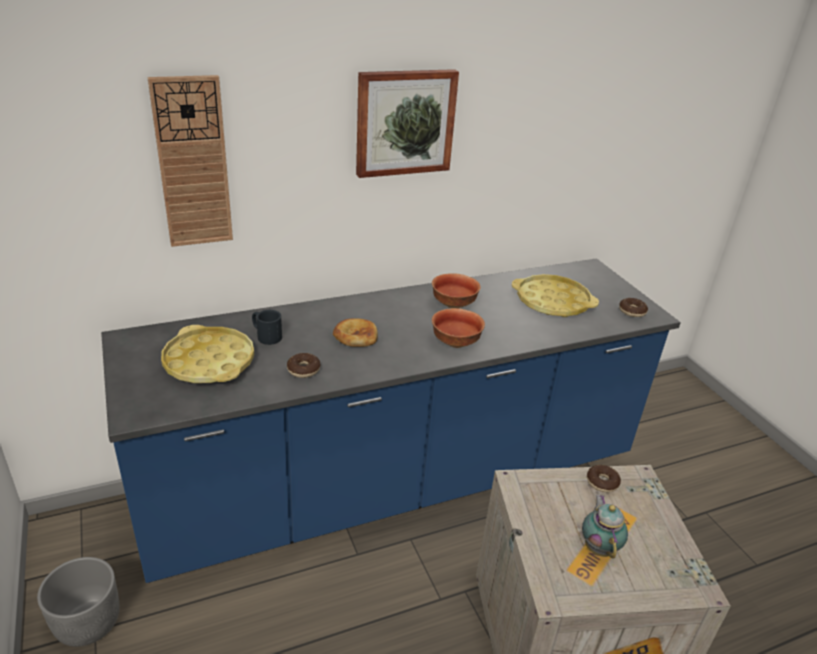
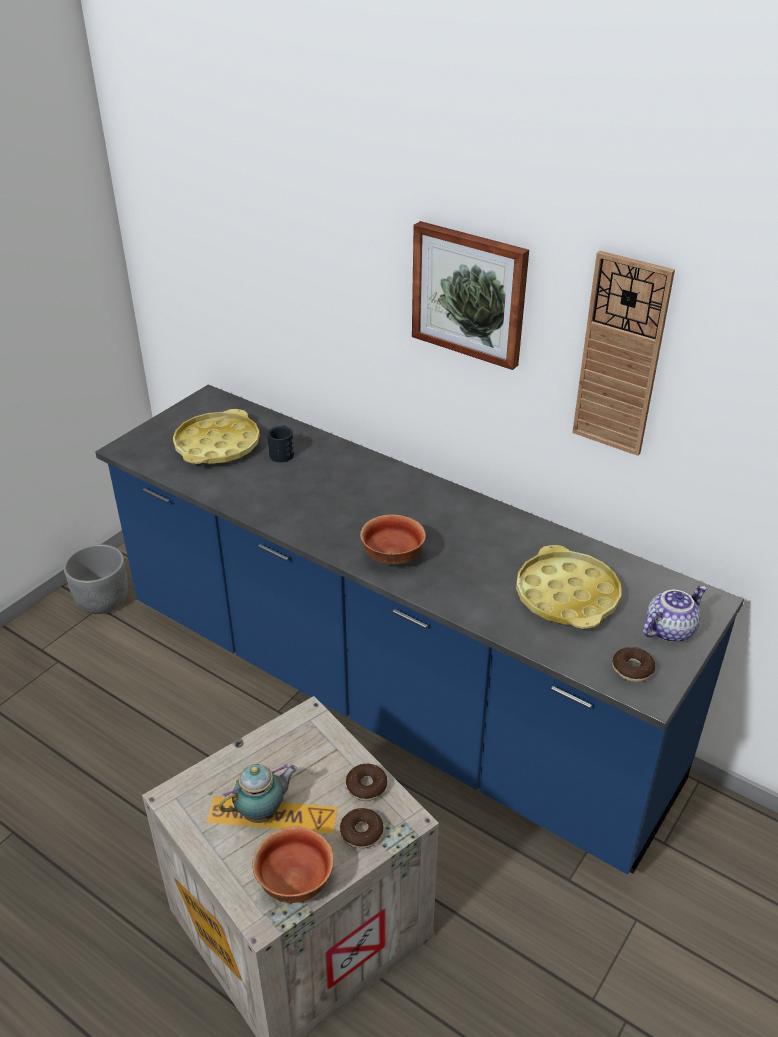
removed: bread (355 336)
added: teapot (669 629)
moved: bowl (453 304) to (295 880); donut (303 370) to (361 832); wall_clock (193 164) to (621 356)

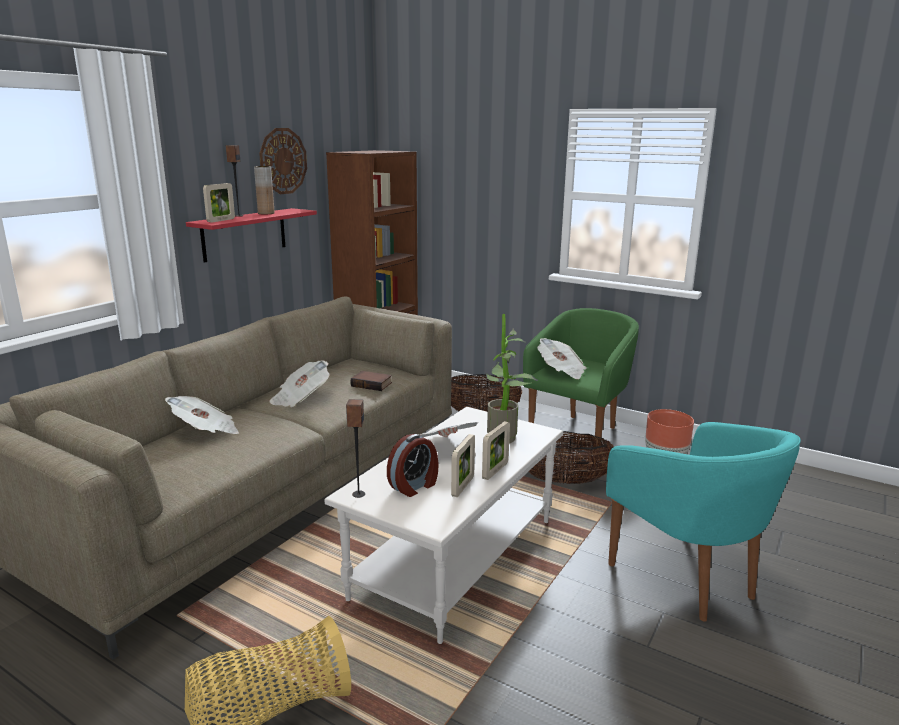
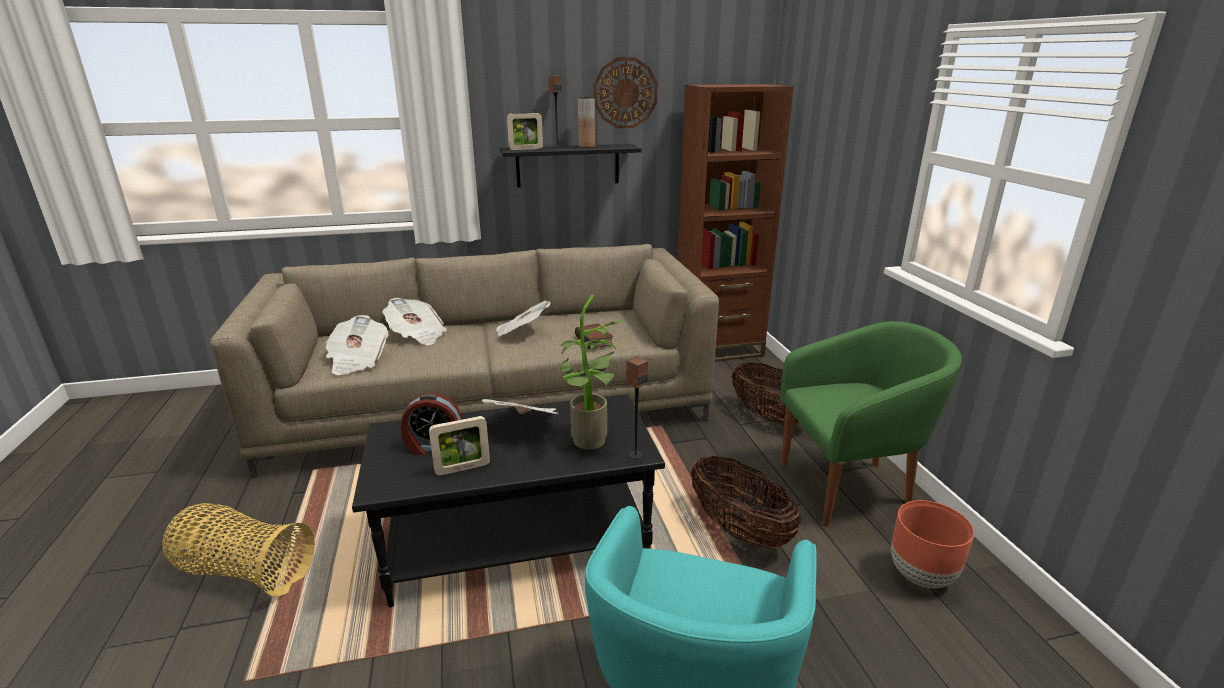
removed: picture_frame (495 471)
moved: newspaper (561 371) to (357 361); speaker (358 494) to (635 455)
recoloured: white_coffee_table (454 557) to black_coffee_table (519 542); red_shelf (244 234) to black_shelf (568 165)

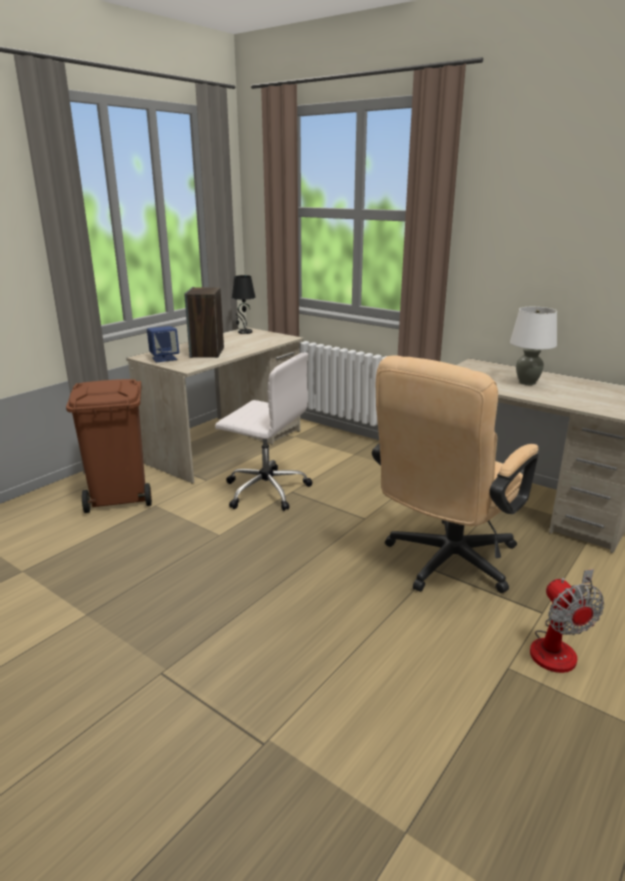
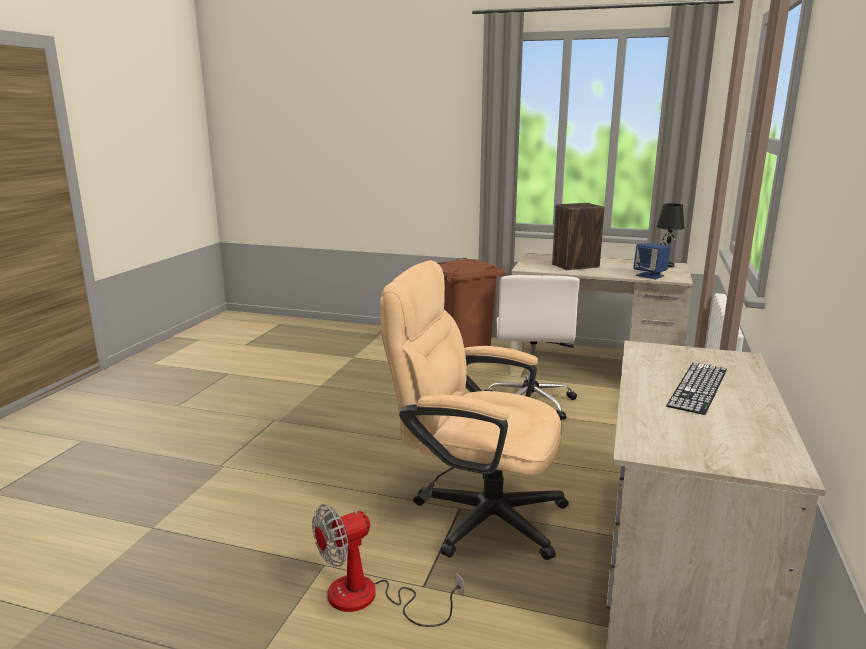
moved: blue_speaker (164 358) to (650 275)
replaced: white_table_lamp (527 382) to keyboard (698 387)

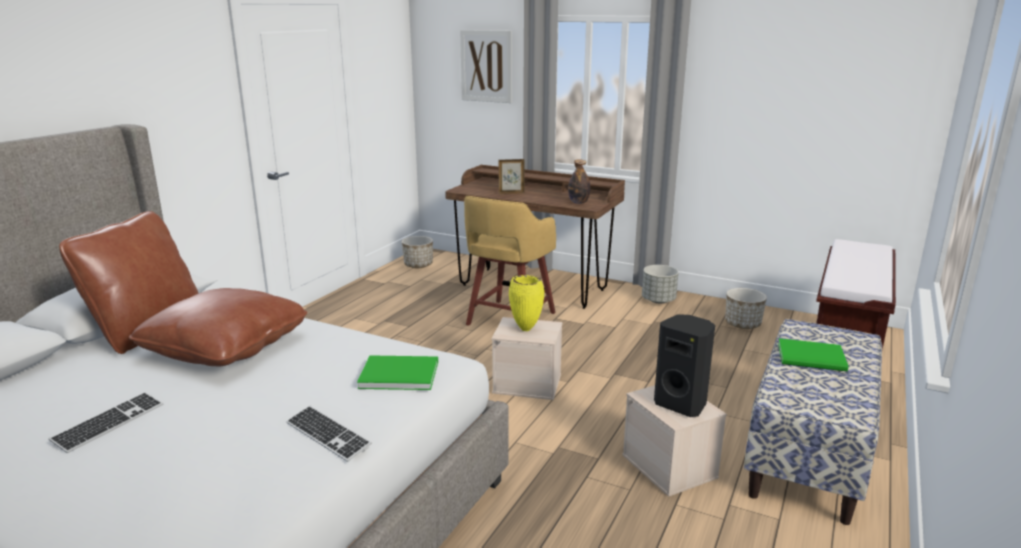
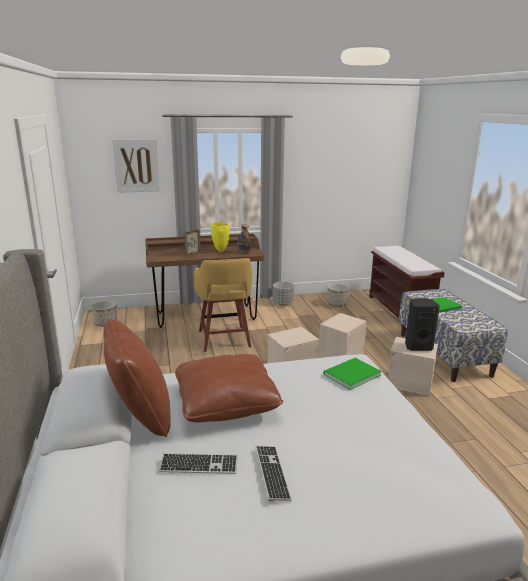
added: beige_storage_box (341 355)
moved: keyboard (328 435) to (199 465); yellow_vase (526 329) to (221 251)

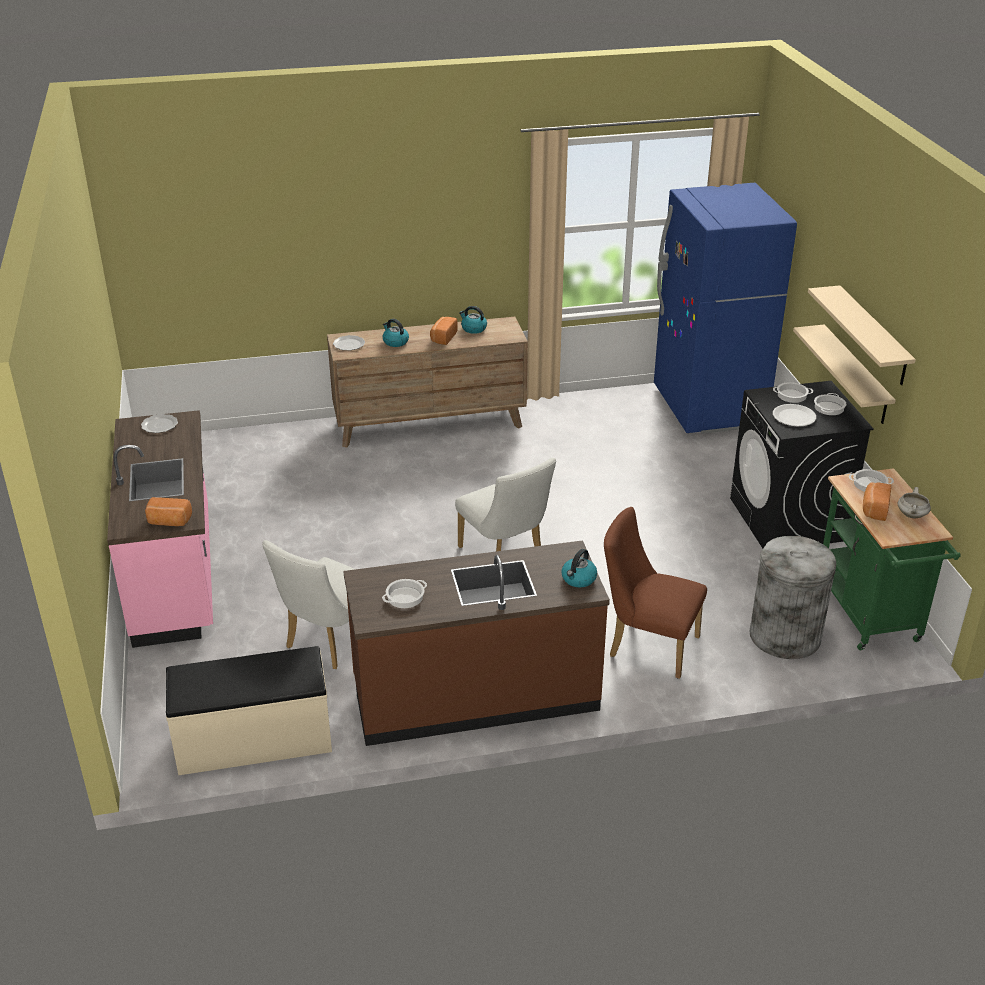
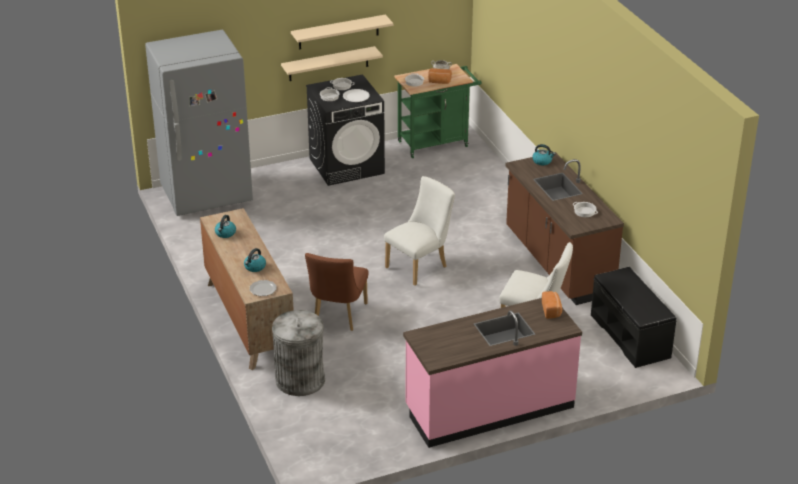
removed: plate (160 425); bread (443 337)
moved: grey_trash_can (784 636) to (300 380); brown_chair (647 645) to (338 317)
recoloured: blue_fridge (708 407) to grey_fridge (206 195); beige_bench (254 740) to black_bench (630 336)

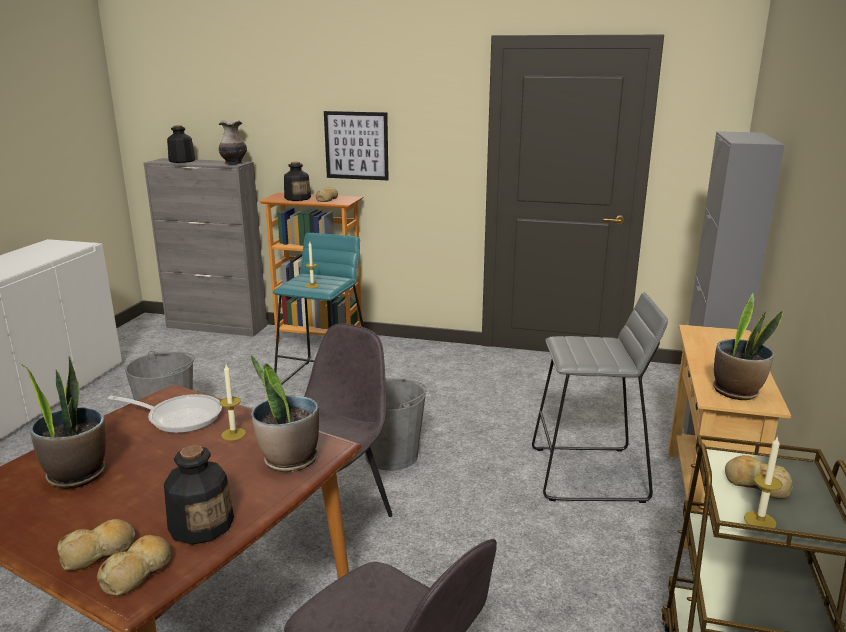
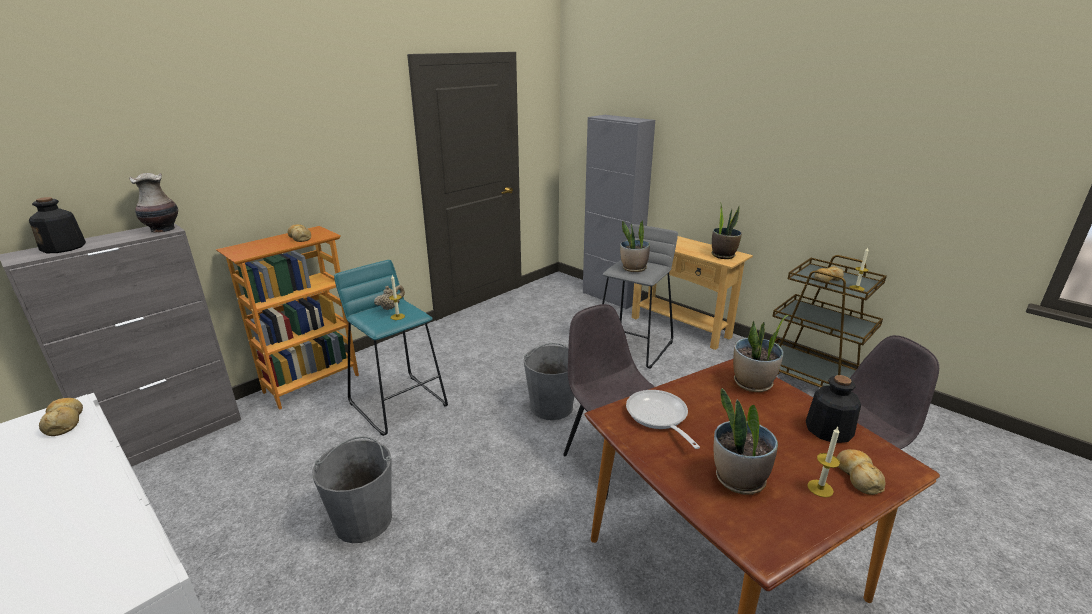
removed: bottle (297 198); picture (356 145)
added: beige_teapot (390 307); potted_plant (633 268)
moved: bread (138 573) to (65 422); candle (233 434) to (820 488)
turned: frying_pan (179 417) = (658 417) 60 degrees counterclockwise

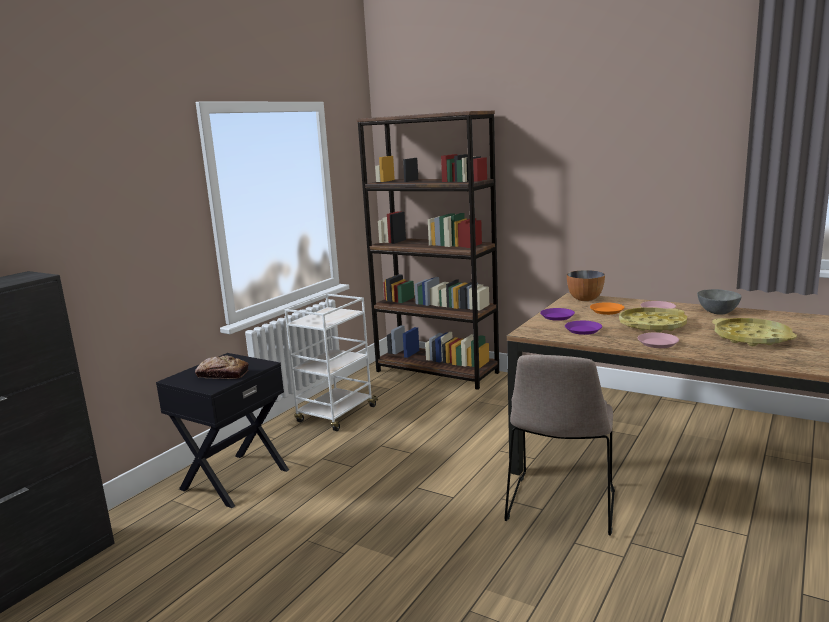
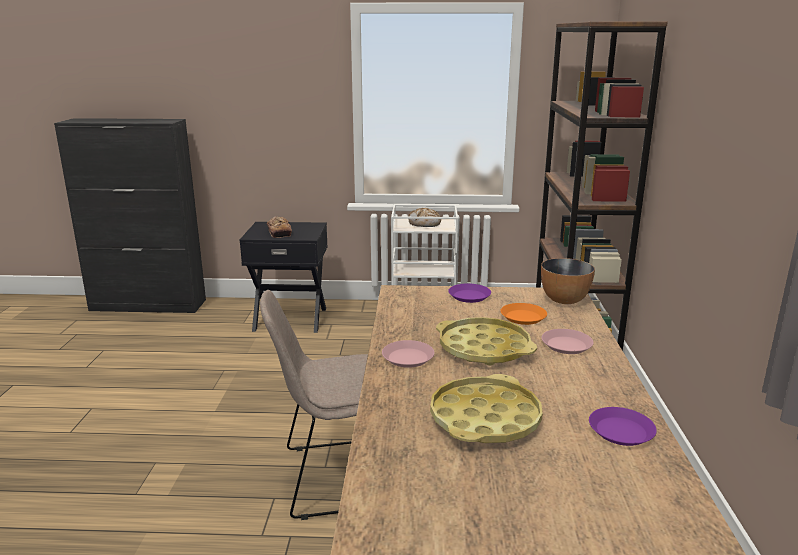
removed: grey_bowl (717 312)
added: bread (425 224)
moved: purple_plate (583 330) to (620 431)

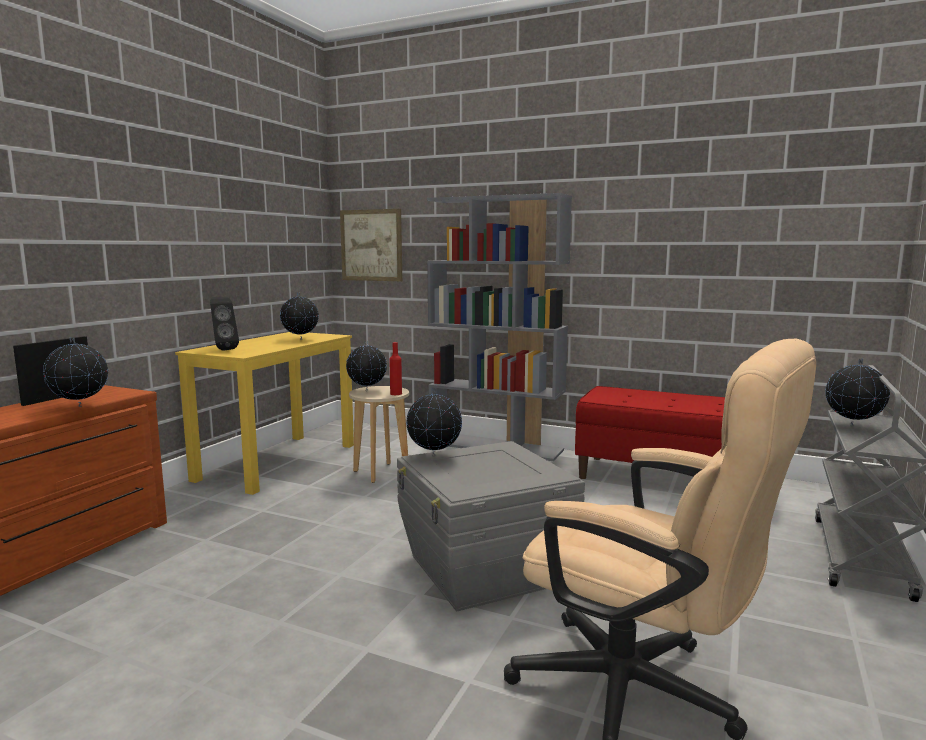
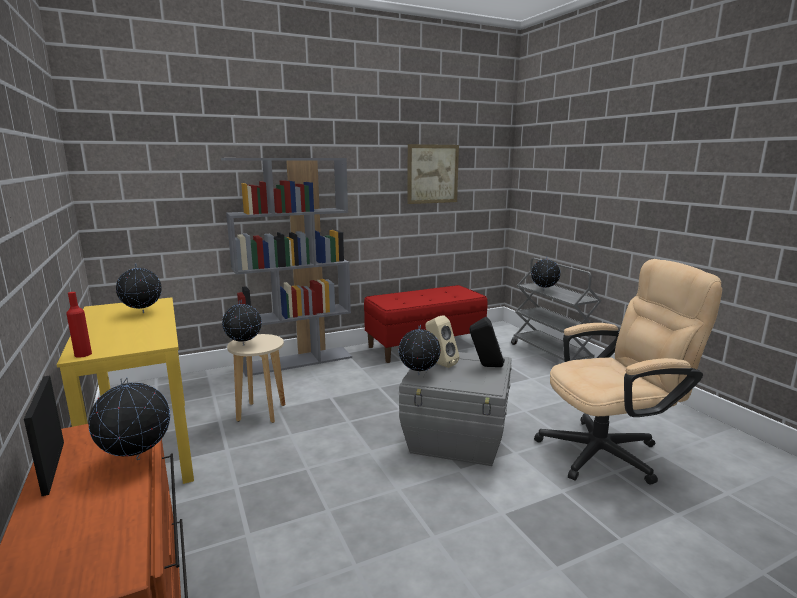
added: beige_speaker (440 364)
moved: red_bottle (396 394) to (83 354); picture (371 245) to (432 174); black_speaker (223 350) to (485 366)

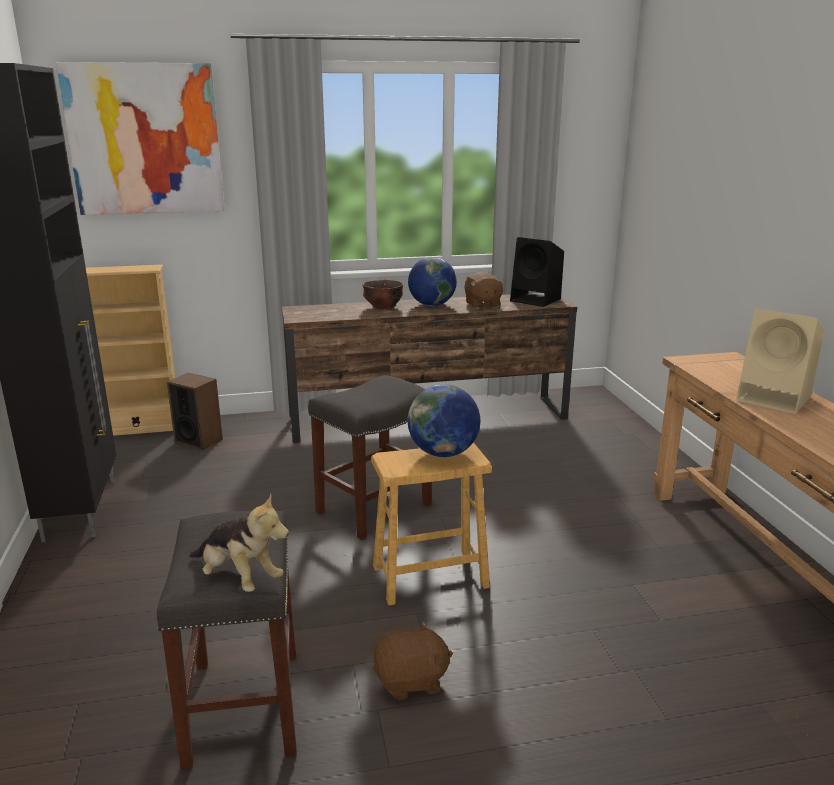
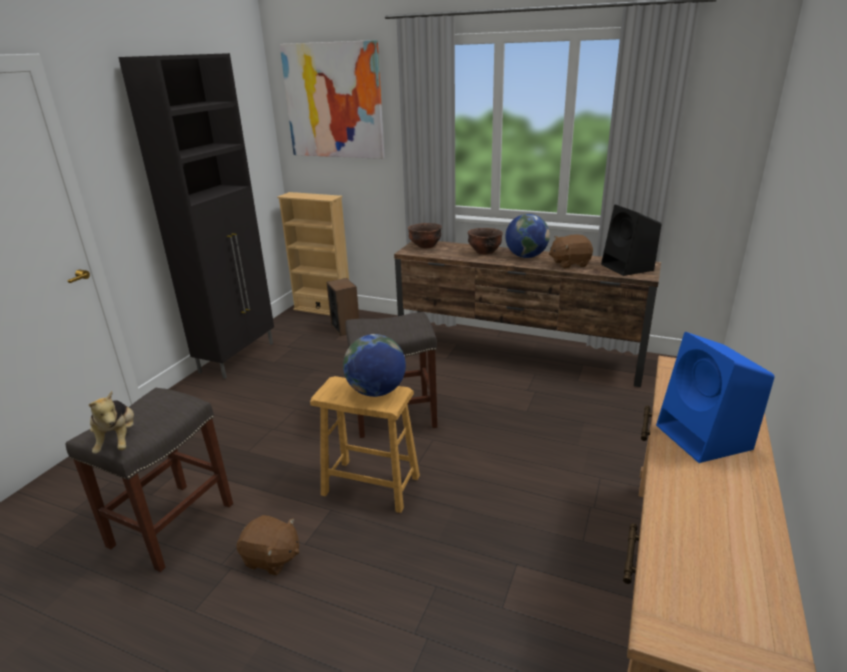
added: brown_bowl (425 246)
recoloured: beige_speaker (775 399) to blue_speaker (705 438)
turned: brown_plush_toy (482 305) = (569 264) 60 degrees clockwise

